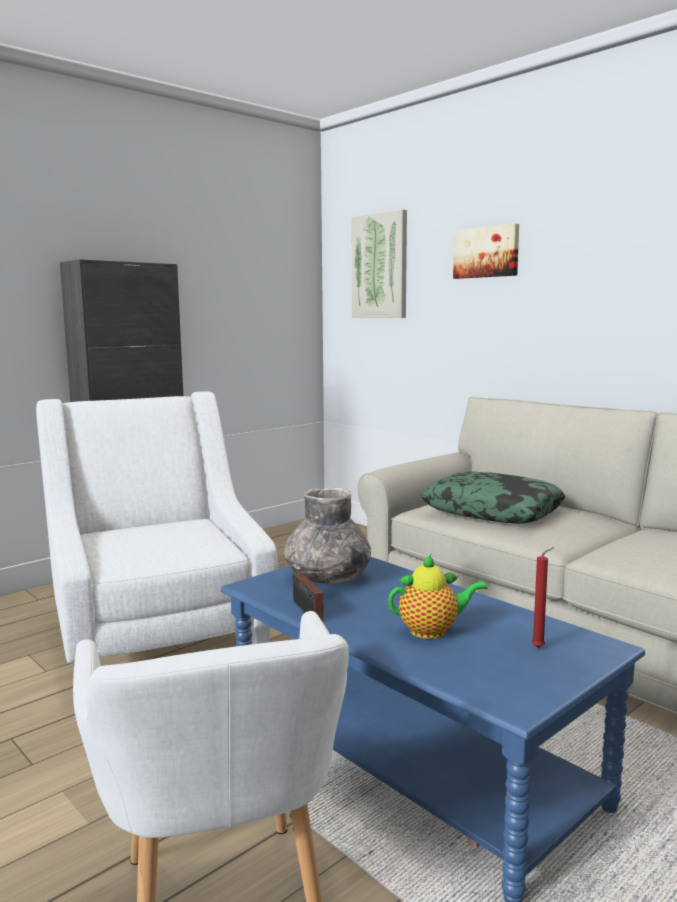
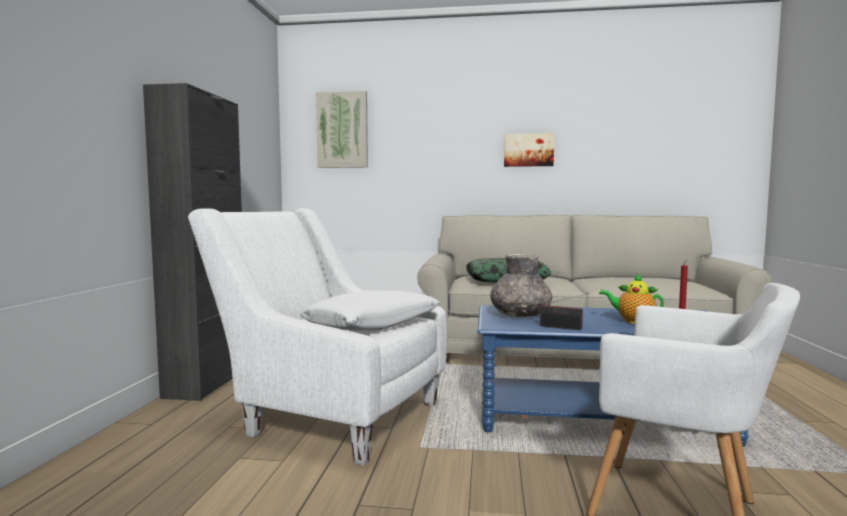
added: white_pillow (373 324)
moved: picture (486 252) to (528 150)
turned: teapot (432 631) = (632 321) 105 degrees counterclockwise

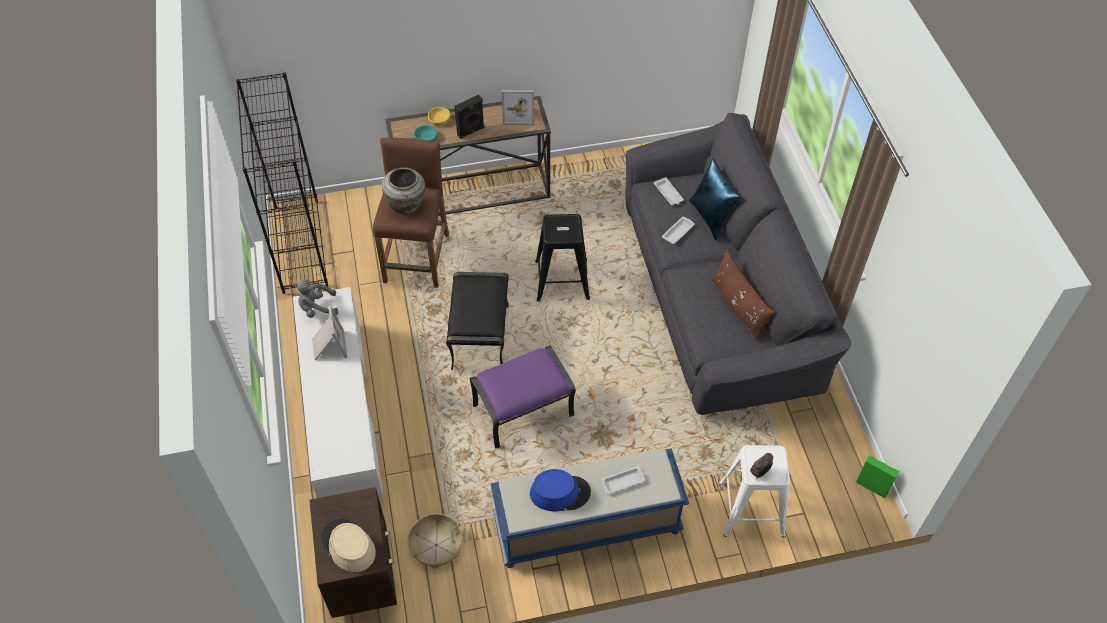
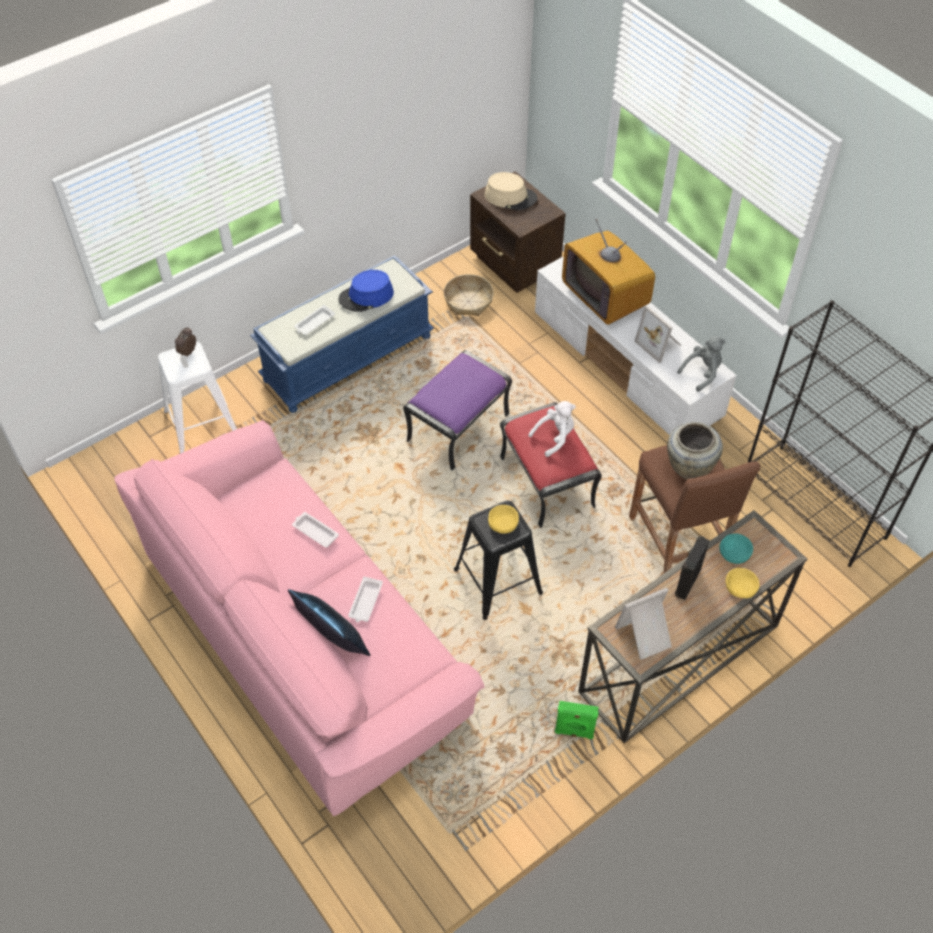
removed: brown_pillow (738 306)
added: yellow_bowl (503 522); white_plush_toy (555 437); television (605 296)
moved: white_tray (668 194) to (314 531); green_speaker (872 486) to (574 732)
recoloured: grey_sofa (718 295) to pink_sofa (304 635); black_ottoman (479 336) to red_ottoman (548 482)

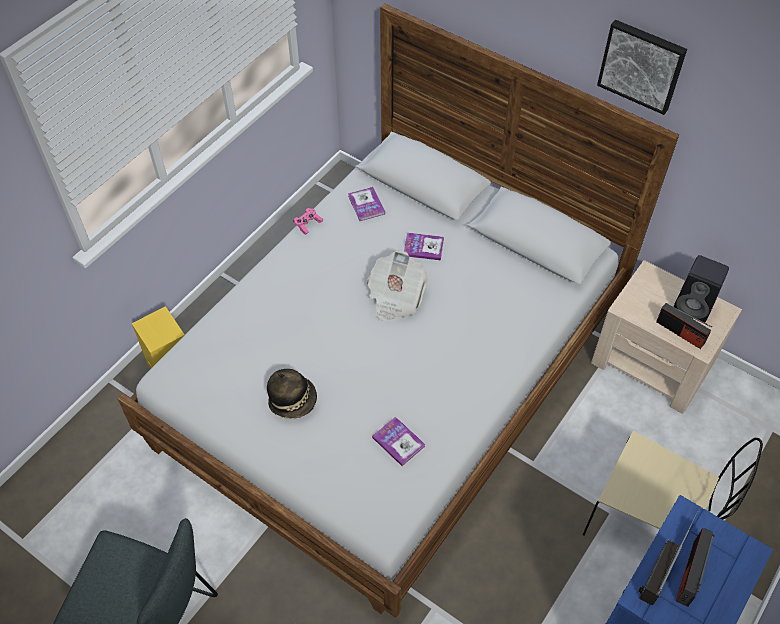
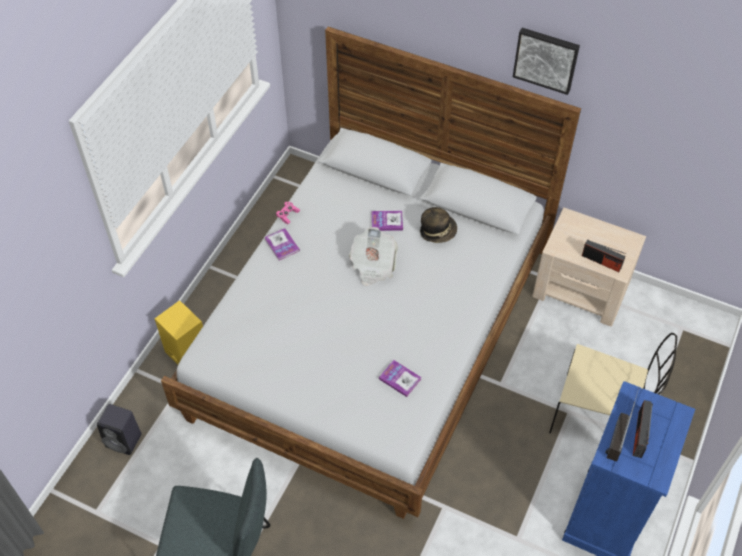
moved: black_speaker (694 306) to (125 440); book (366 205) to (282 245); hat (293 400) to (438 231)

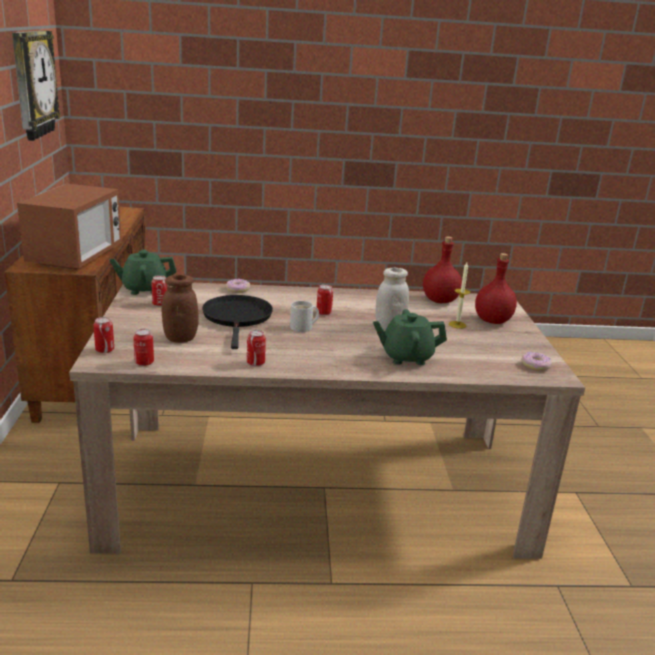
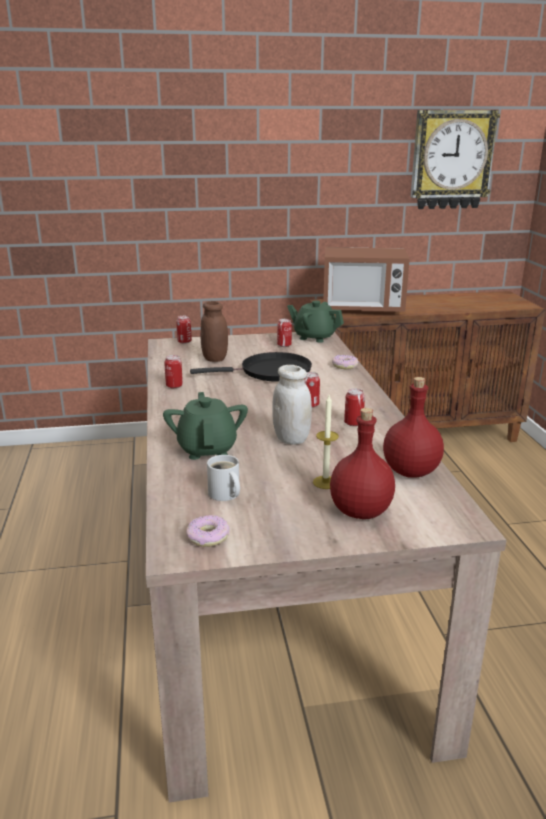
moved: white_mug (303 327) to (224 494); can (144 362) to (353 423)
turned: green_teapot (144 289) = (314 337) 45 degrees counterclockwise

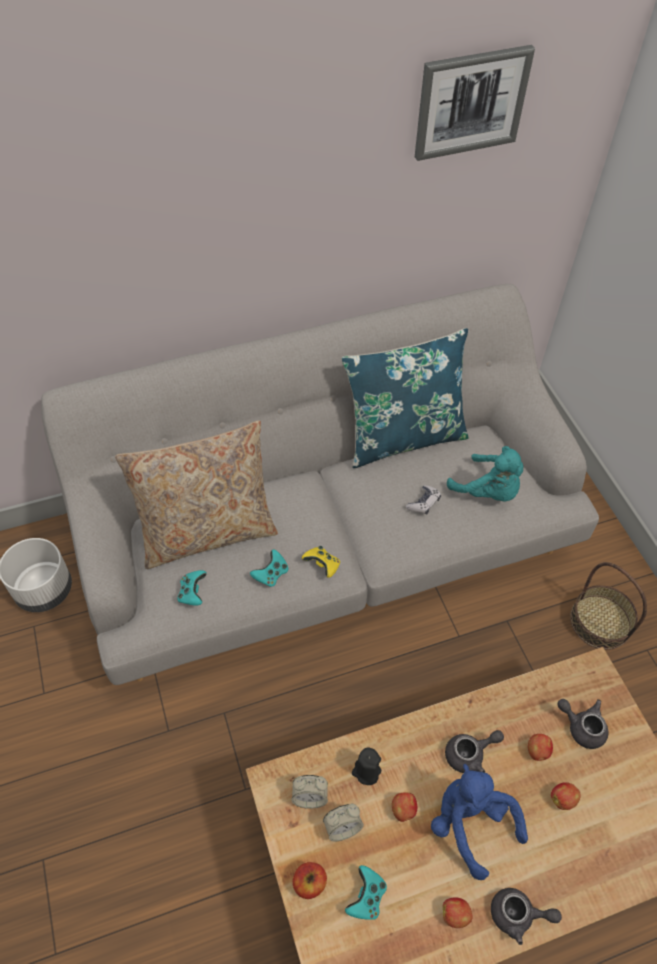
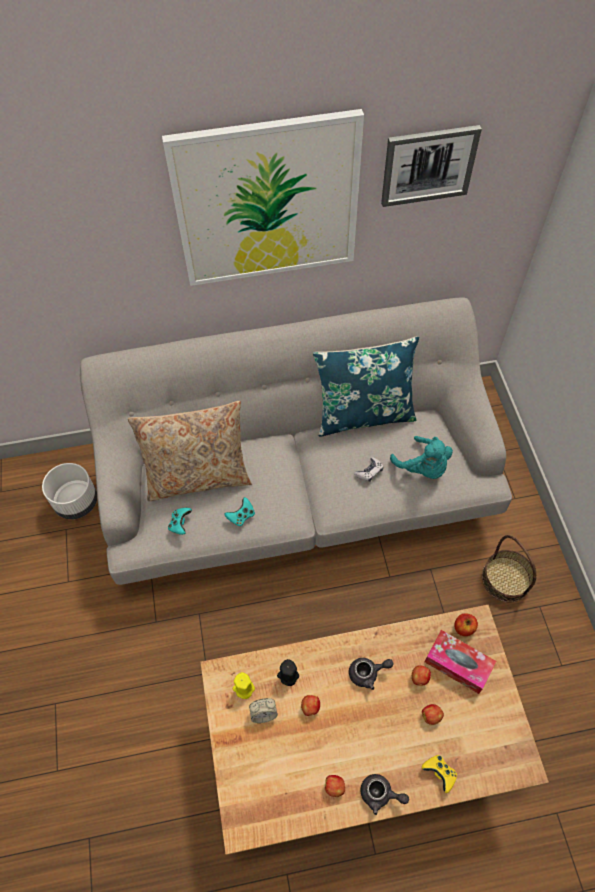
removed: turquoise_game_controller (366 897); blue_plush_toy (470 823)
added: picture (267 202)
moved: yellow_game_controller (322 565) to (439 773); apple (309 883) to (464 627)
replaced: alarm_clock (310 797) to yellow_candle (243 688); grey_teapot (582 727) to tissue_box (458 664)

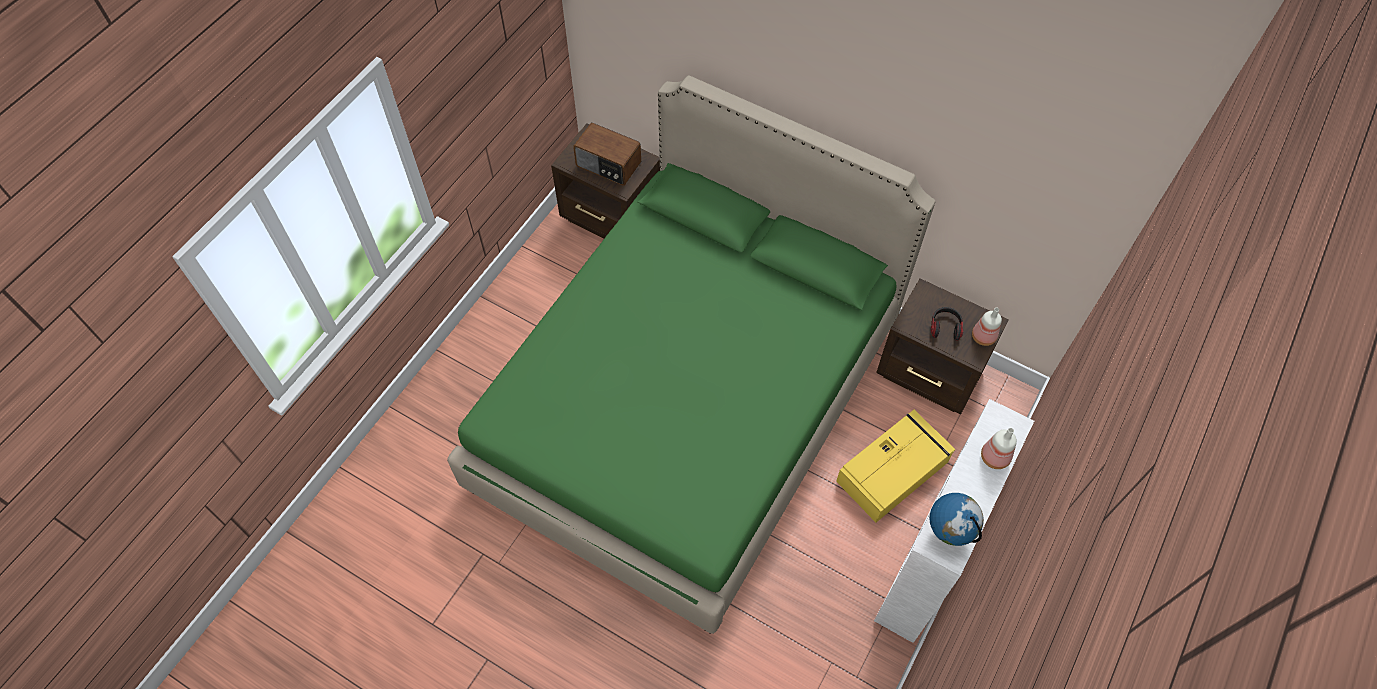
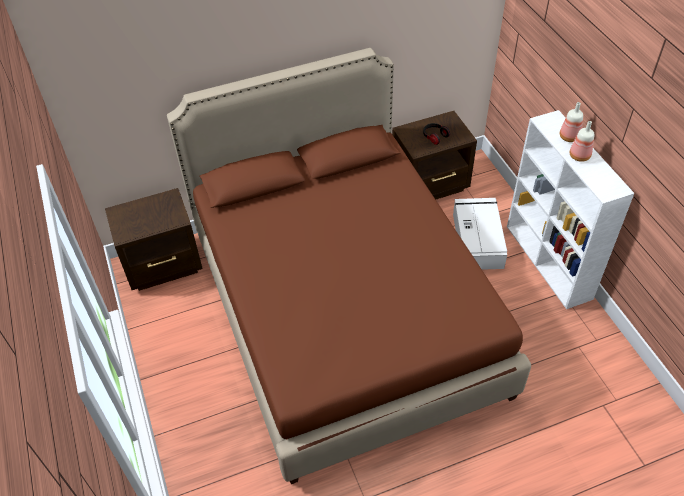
removed: radio (608 165); globe (948 532)
moved: bottle (982 336) to (579 156)
recoloured: green_bed (688 405) to brown_bed (343 311); yellow_storage_box (893 470) to white_storage_box (477 239)

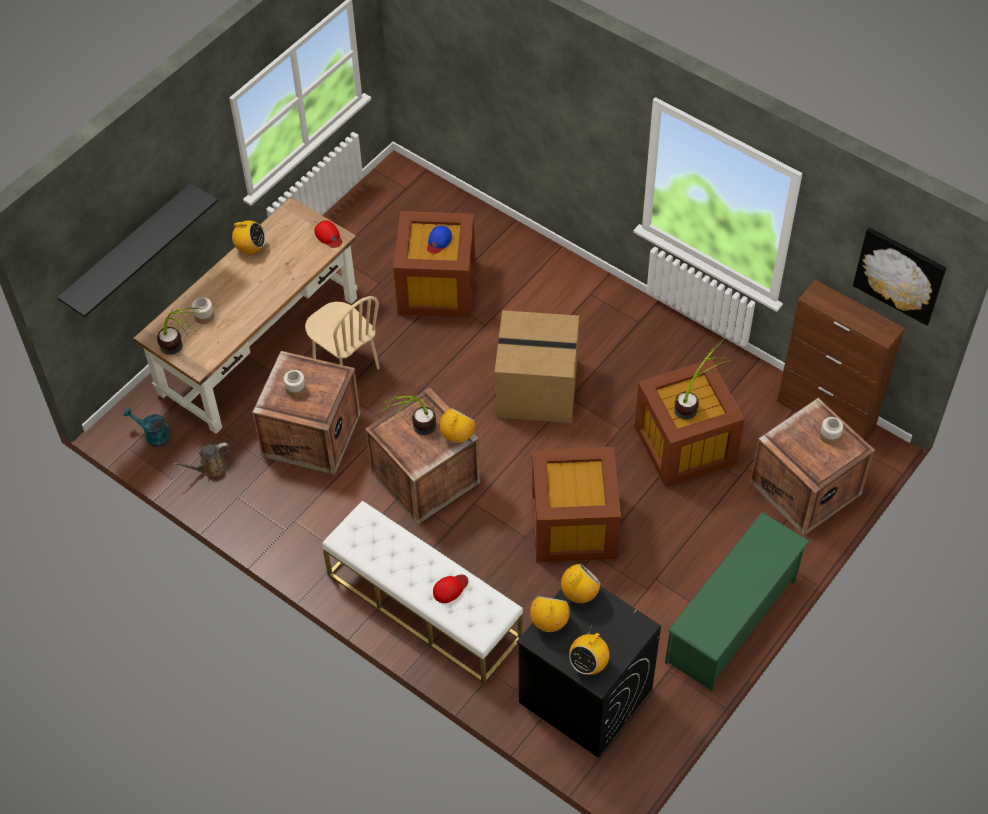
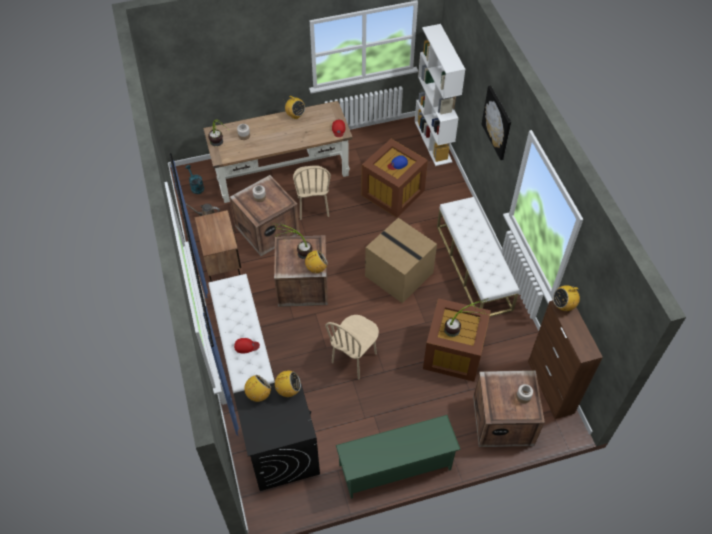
removed: black_shelf (128 249)
added: nightstand (222 262); white_bookcase (433 141); white_bench (474 267)
moved: picture (900 275) to (497 122); radio (588 664) to (563 305)
replaced: brown_storage_box (572 527) to beige_chair (354 358)

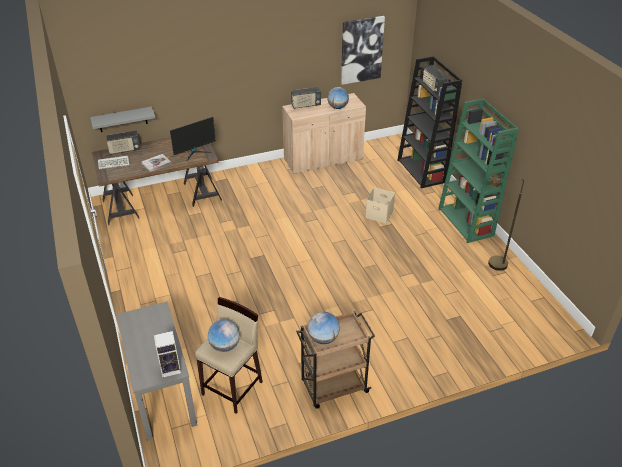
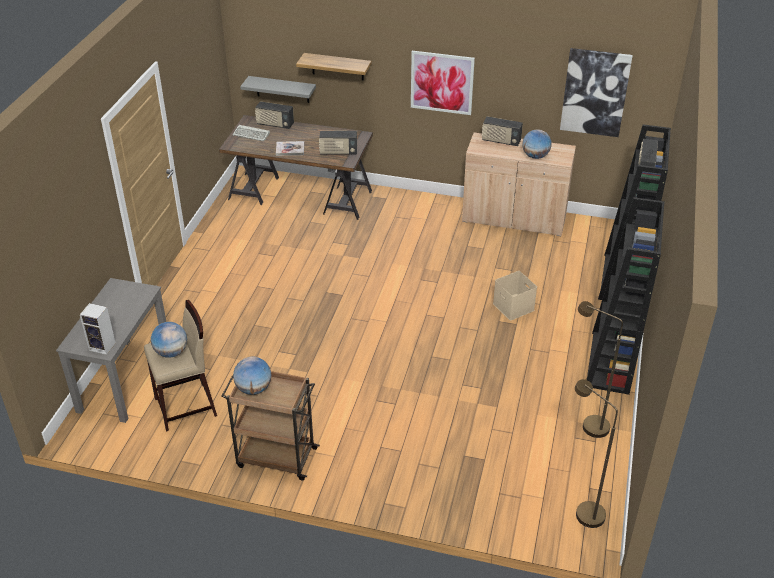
added: shelf (337 66); picture (442 82); brown_floor_lamp (583 511)
replaced: monitor (195 152) to radio (338 152)
recoloured: green_bookcase (466 222) to black_bookcase (611 363)

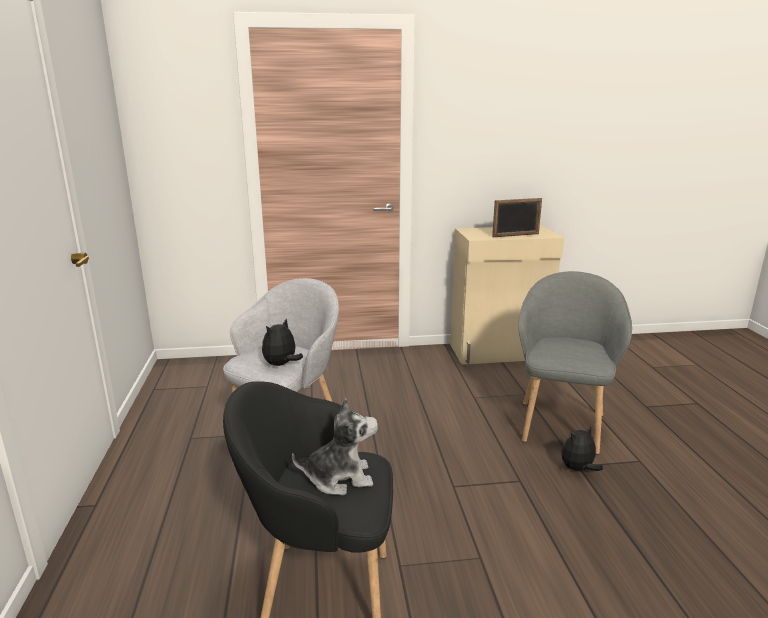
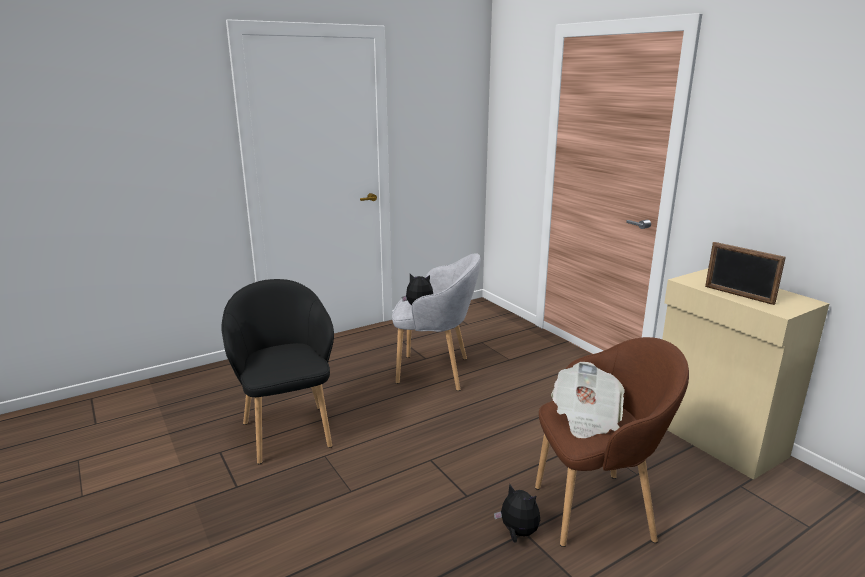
removed: plush_toy (339 478)
added: newspaper (585 417)
recoloured: grey_armchair (561 425) to brown_armchair (596 510)

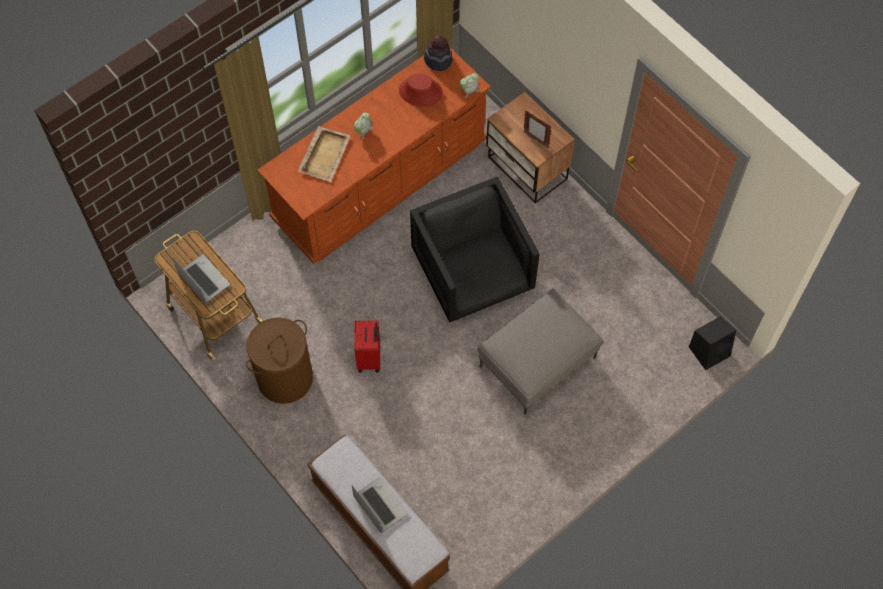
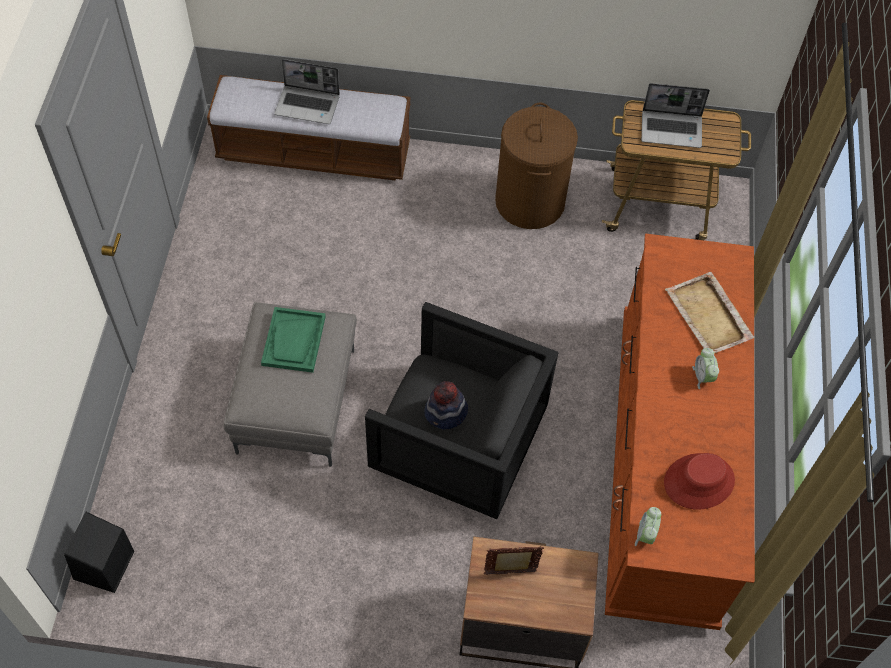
removed: red_suitcase (370 358)
added: green_tray (294 341)
moved: hat (438 60) to (446 413)

